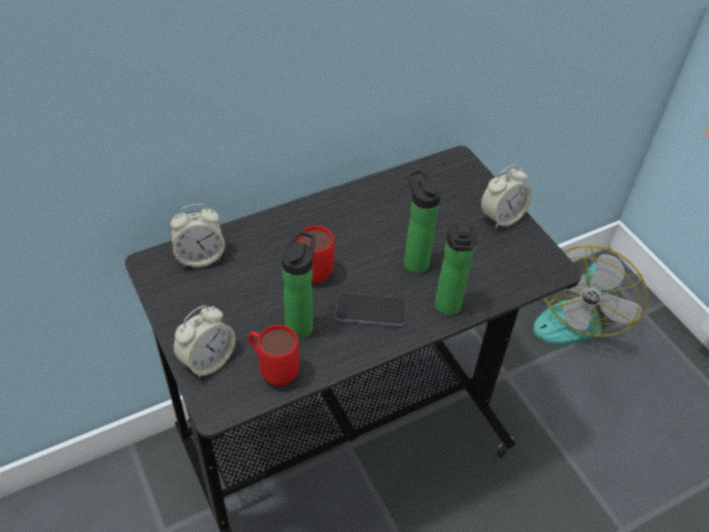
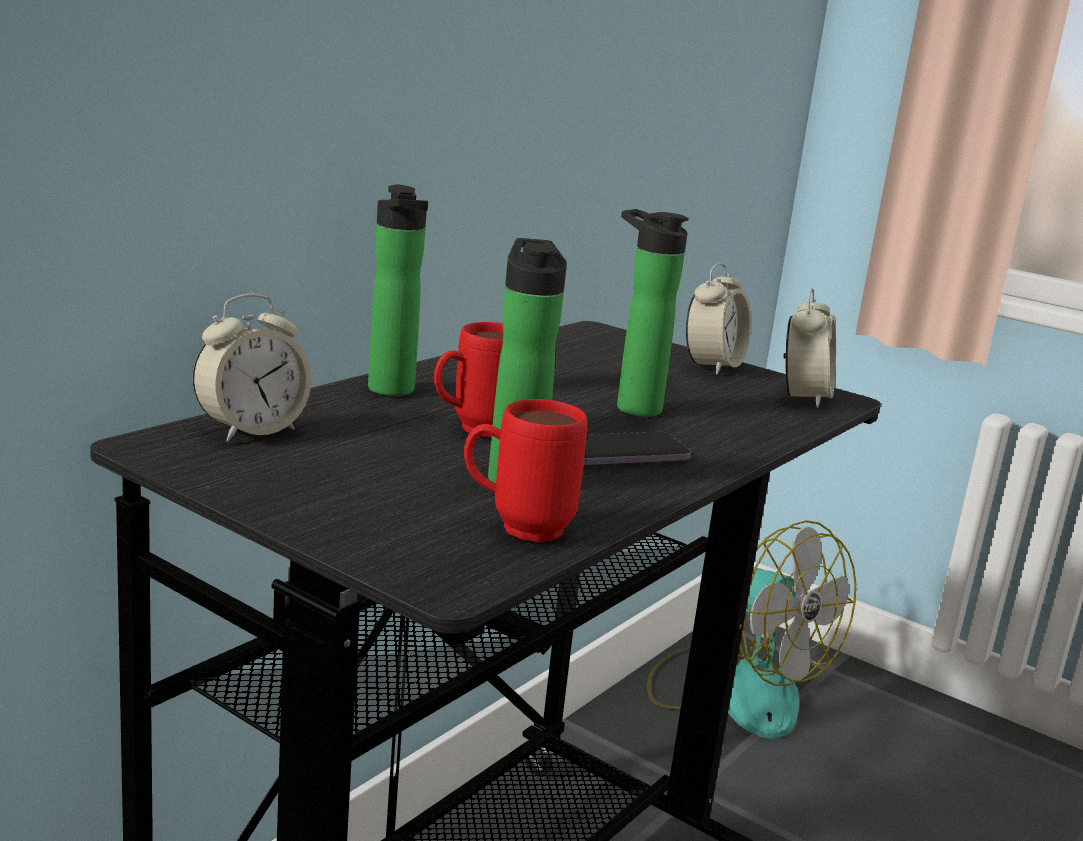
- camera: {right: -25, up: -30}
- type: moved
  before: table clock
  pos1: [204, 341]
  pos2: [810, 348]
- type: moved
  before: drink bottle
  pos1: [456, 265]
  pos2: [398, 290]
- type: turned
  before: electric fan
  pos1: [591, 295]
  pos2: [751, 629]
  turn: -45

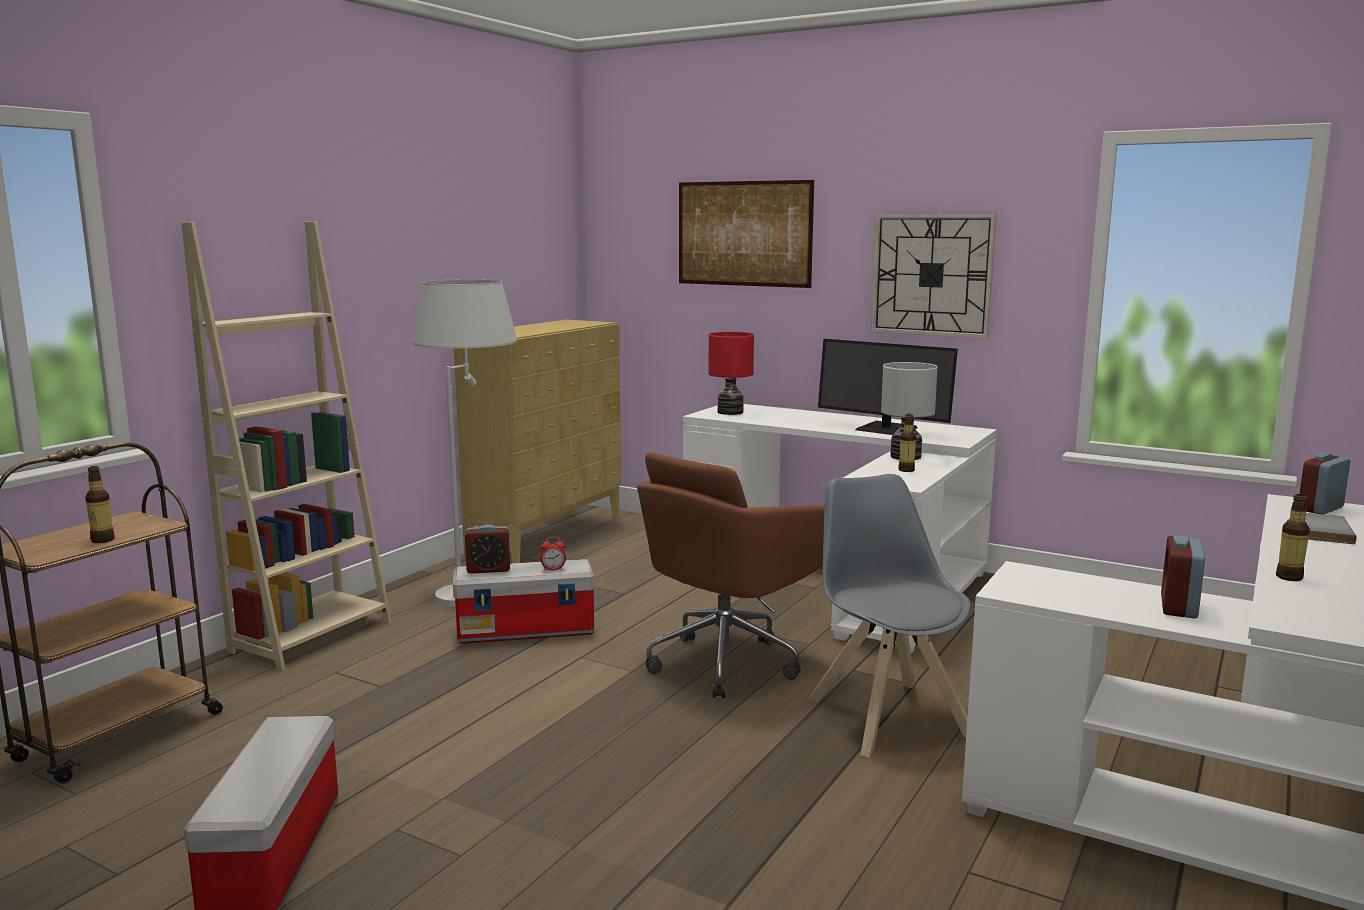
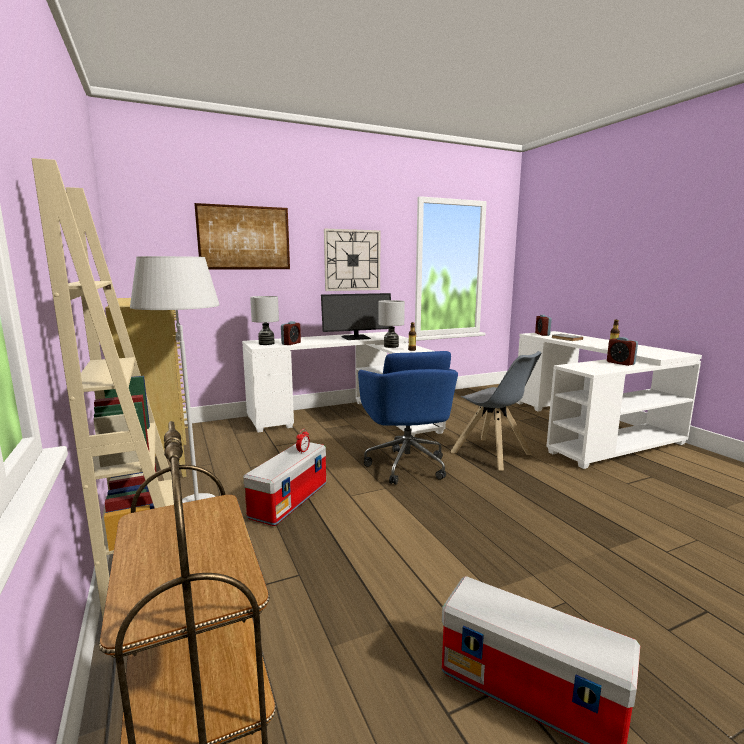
- camera: {right: -55, up: 0}
- type: removed
  before: drink bottle
  pos1: [100, 504]
- type: moved
  before: table clock
  pos1: [487, 549]
  pos2: [291, 333]
- type: recoloured
  before: brown desk chair
  after: blue-coloured desk chair
  pos1: [731, 575]
  pos2: [408, 418]
- type: recoloured
  before: reddish table lamp
  after: greyish table lamp
  pos1: [731, 373]
  pos2: [264, 320]
- type: turned
  before: greyish upright chair
  pos1: [889, 616]
  pos2: [496, 411]
  turn: -150

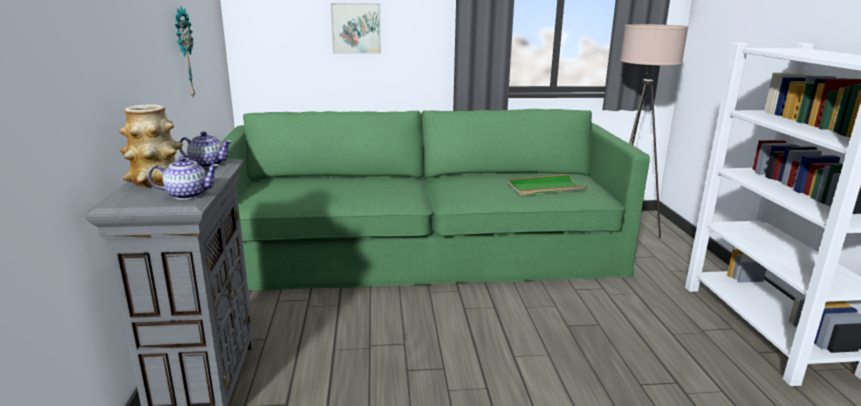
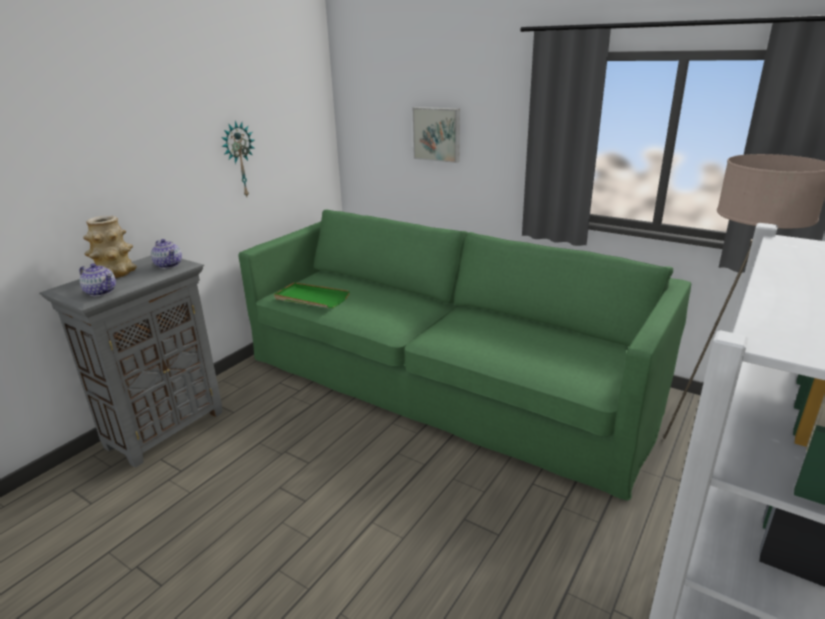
- camera: {right: 40, up: 5}
- type: moved
  before: green-coloured tray
  pos1: [547, 184]
  pos2: [312, 295]

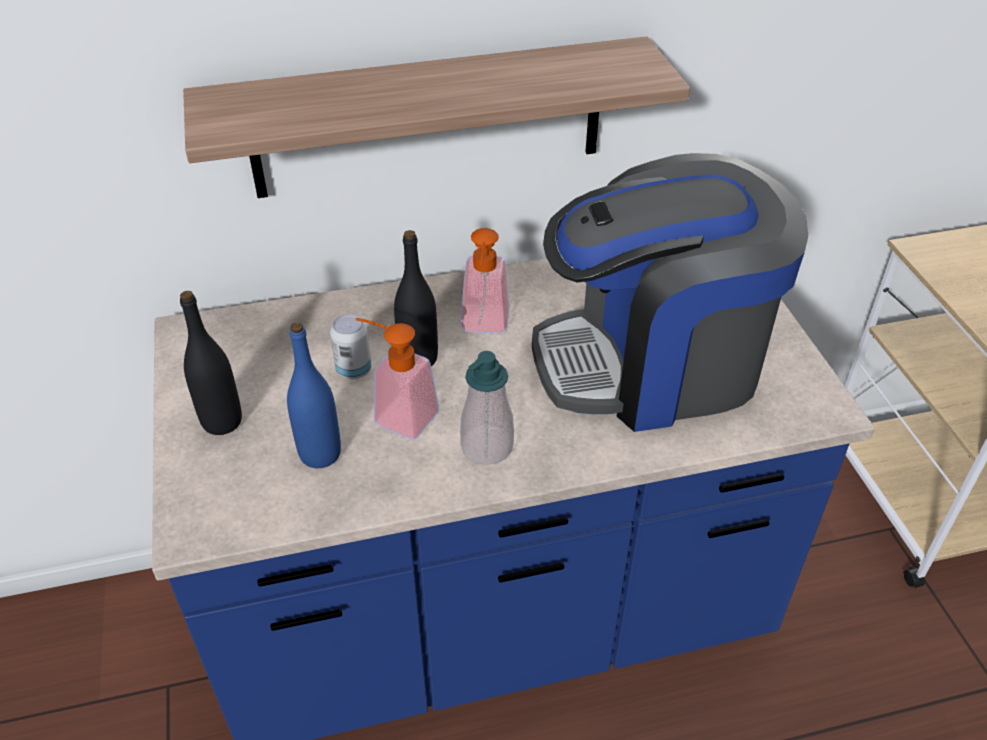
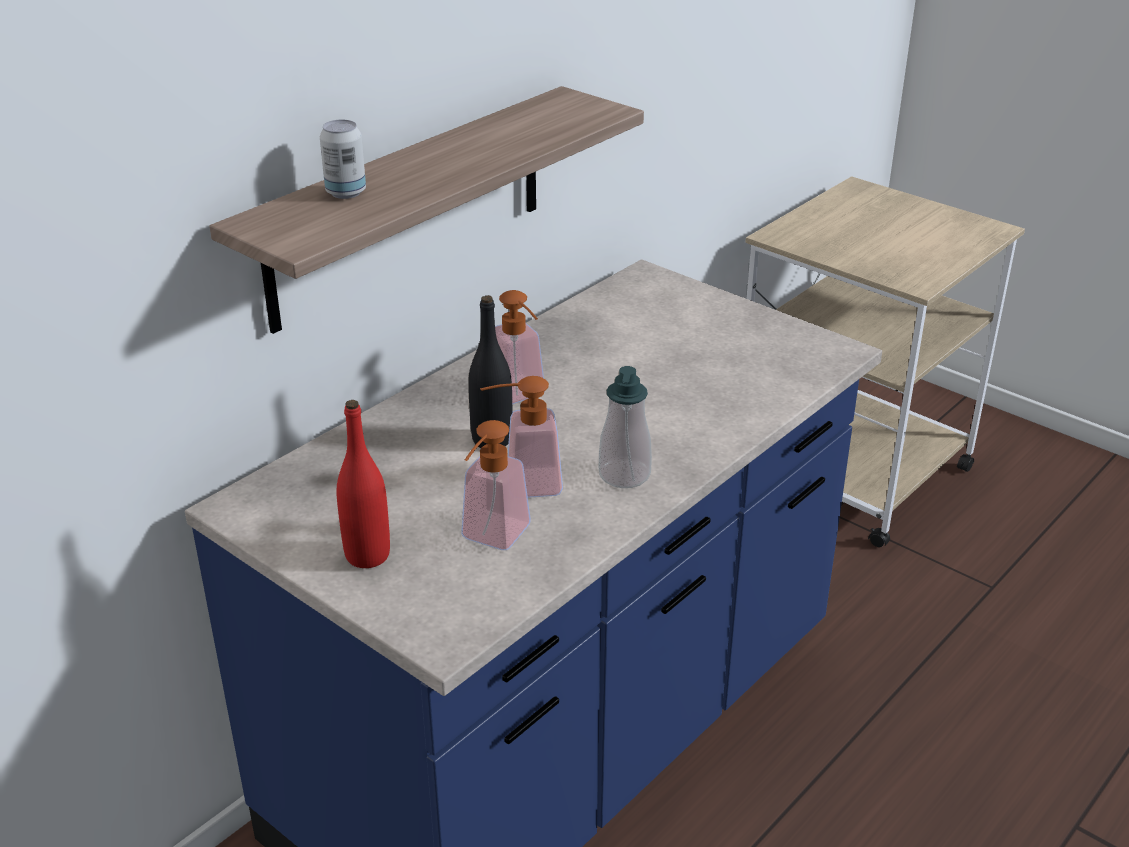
- camera: {right: -35, up: -10}
- type: removed
  before: coffee maker
  pos1: [670, 292]
- type: moved
  before: sealed can
  pos1: [351, 346]
  pos2: [343, 159]
- type: replaced
  before: blue-coloured drink bottle
  after: soap dispenser
  pos1: [314, 395]
  pos2: [496, 485]
- type: recoloured
  before: black drink bottle
  after: reddish drink bottle
  pos1: [211, 363]
  pos2: [363, 484]

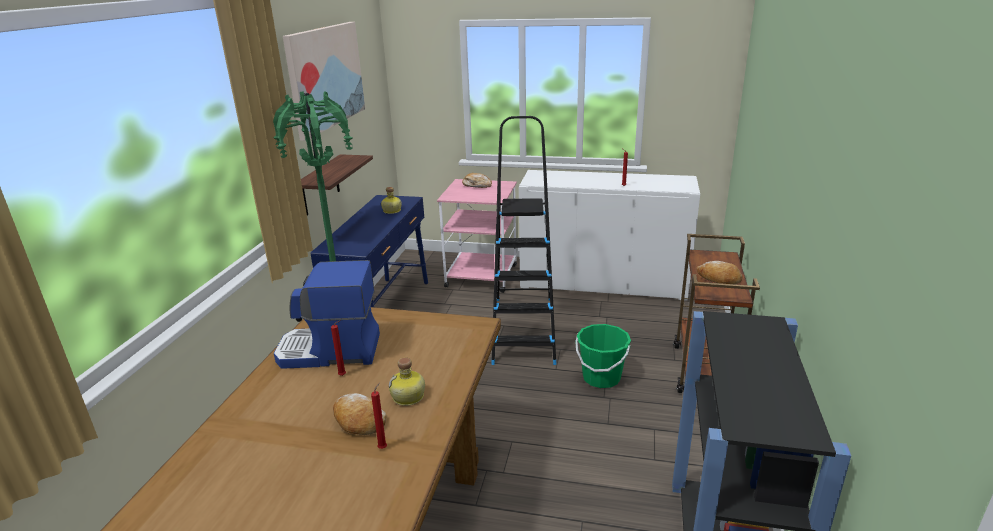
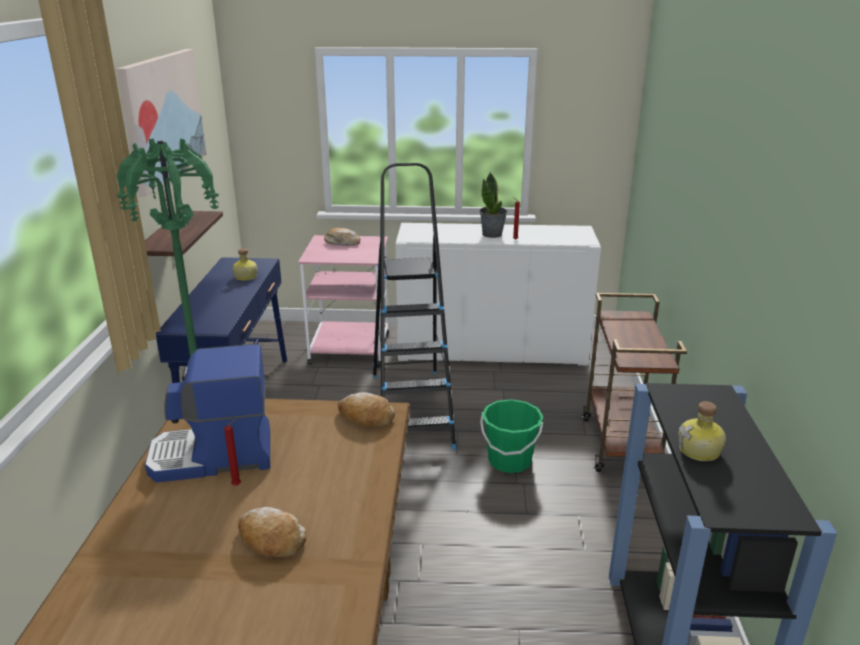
- camera: {right: -10, up: 0}
- type: removed
  before: reddish candle
  pos1: [379, 416]
- type: added
  after: plant in a pot
  pos2: [493, 205]
- type: moved
  before: drink bottle
  pos1: [407, 382]
  pos2: [702, 431]
- type: moved
  before: baked bread
  pos1: [720, 272]
  pos2: [366, 409]

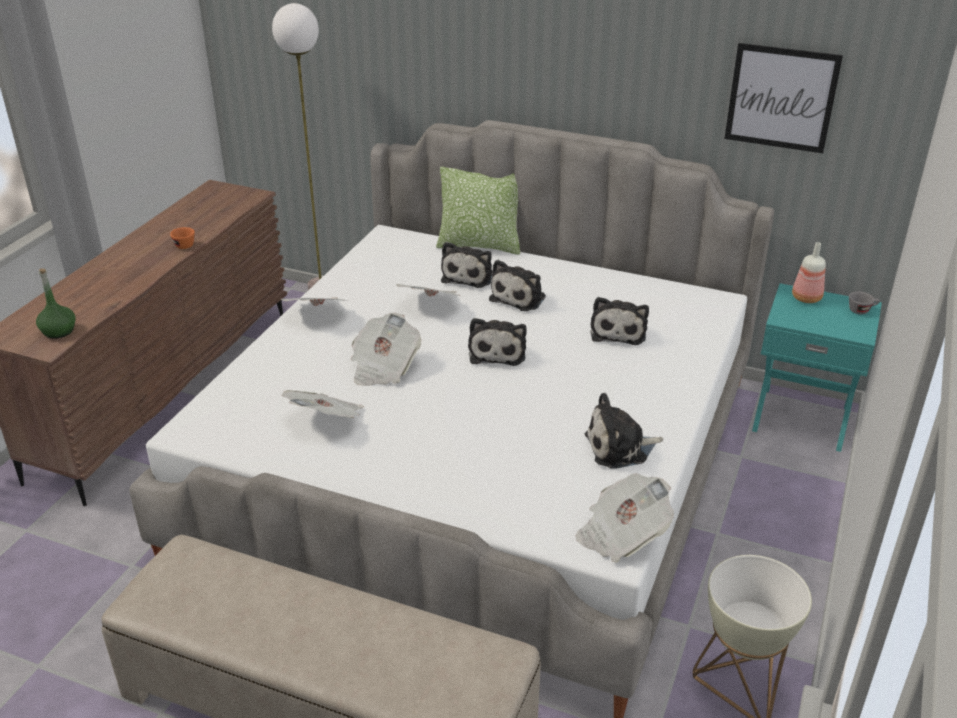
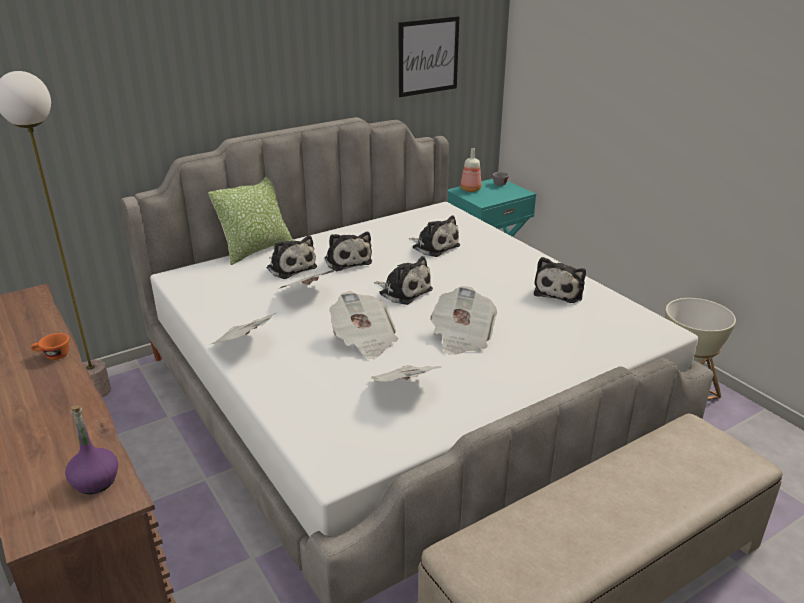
- camera: {right: -55, up: -5}
- type: moved
  before: daily paper
  pos1: [624, 518]
  pos2: [463, 320]
- type: recoloured
  before: green-coloured drink bottle
  after: purple drink bottle
  pos1: [55, 304]
  pos2: [91, 449]

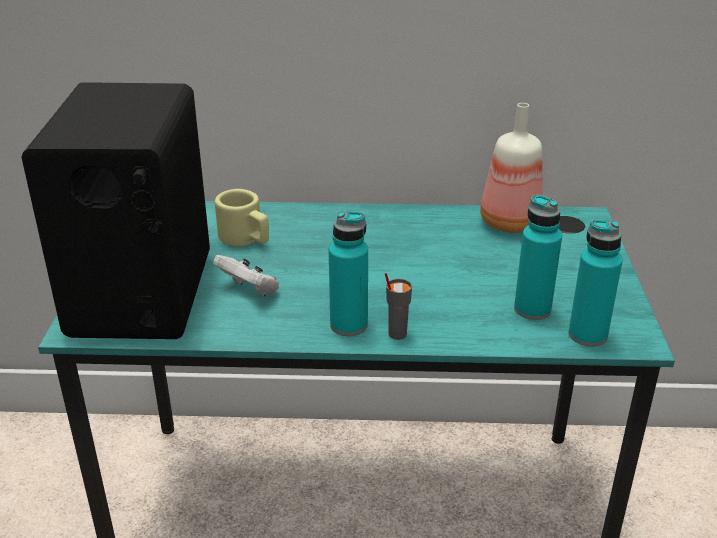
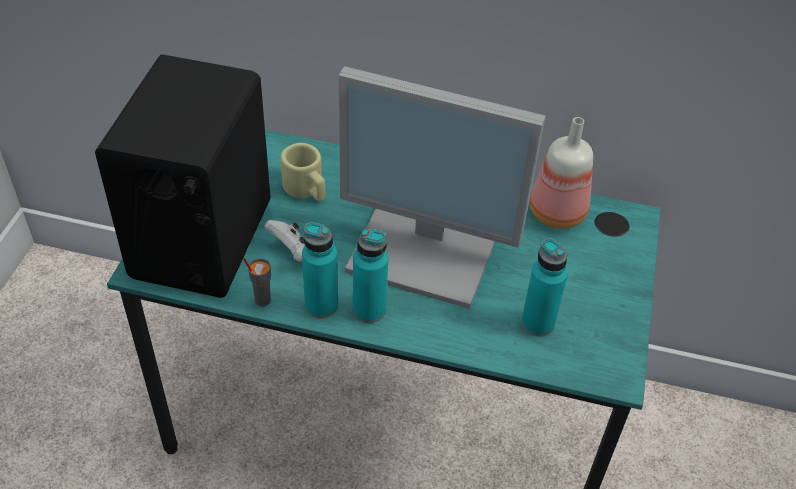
- camera: {right: 10, up: 15}
- type: added
  after: monitor
  pos2: [442, 187]
- type: moved
  before: greyish small cup
  pos1: [398, 306]
  pos2: [257, 282]
- type: moved
  before: blue-green drink bottle
  pos1: [595, 283]
  pos2: [320, 270]

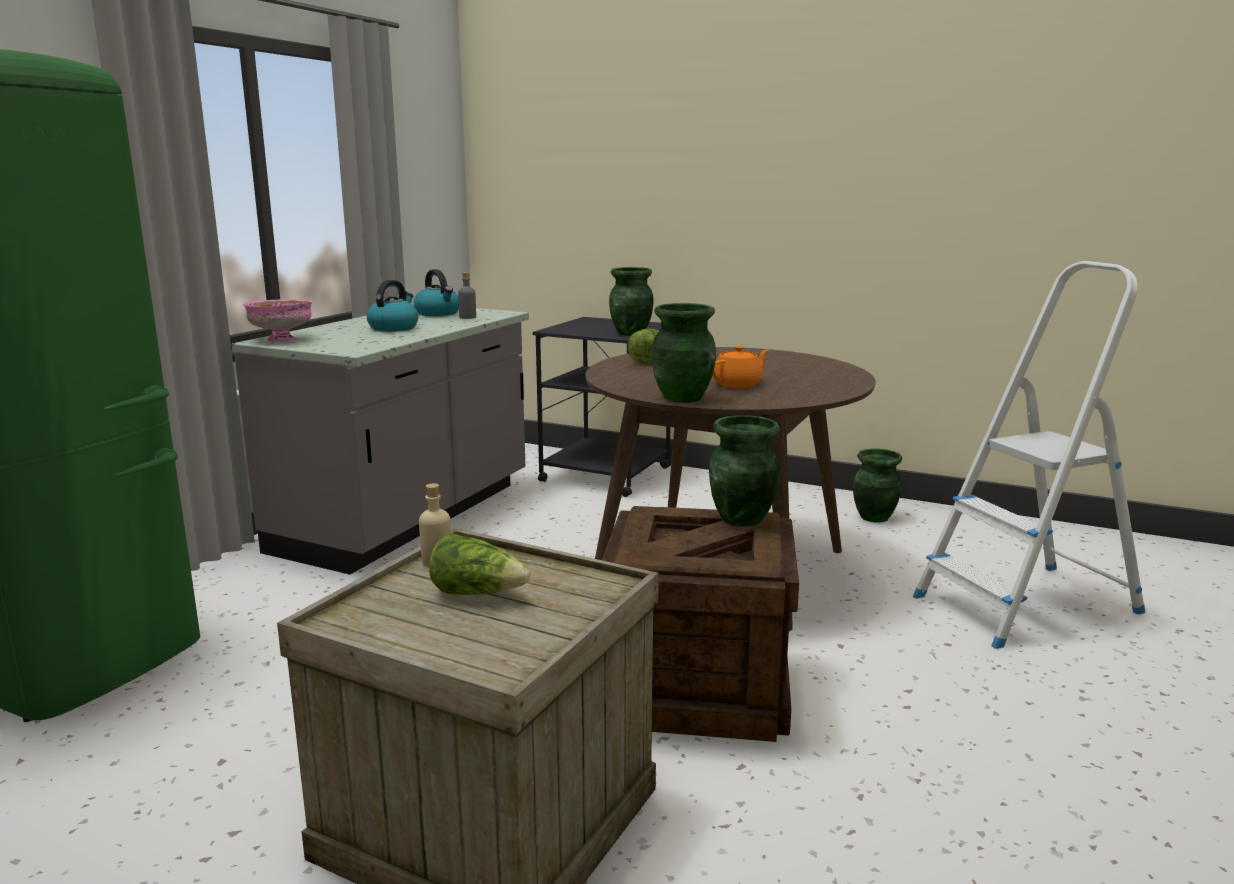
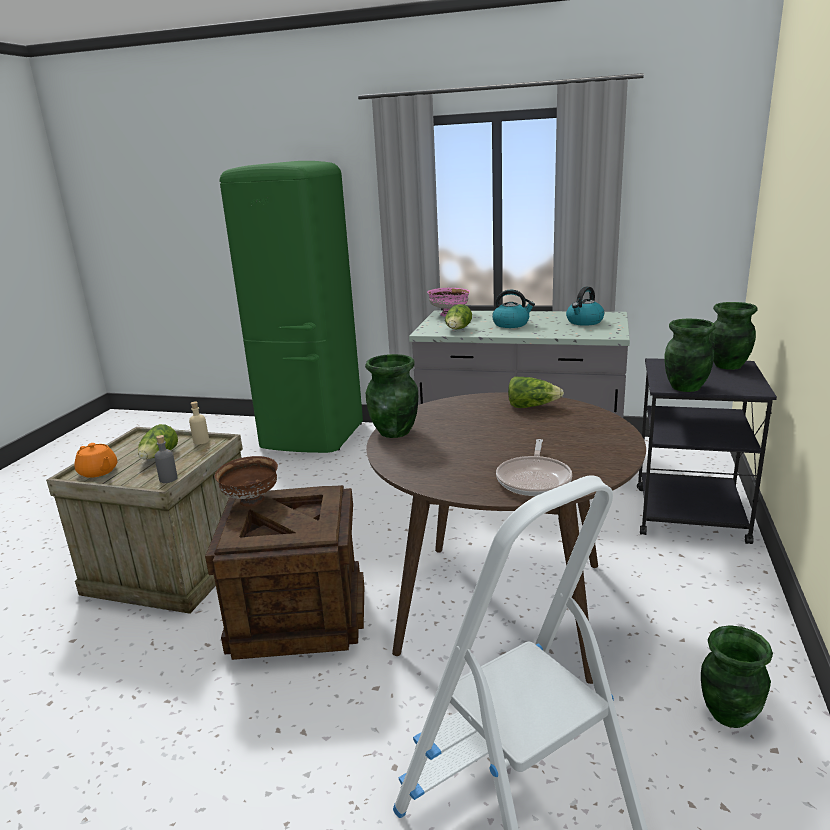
- camera: {right: 80, up: 5}
- type: added
  after: brown deep dish
  pos2: [246, 481]
- type: added
  after: lettuce
  pos2: [458, 316]
- type: added
  after: skillet
  pos2: [534, 467]
- type: moved
  before: greyish drink bottle
  pos1: [467, 295]
  pos2: [166, 459]
- type: moved
  before: green-coloured vase
  pos1: [744, 470]
  pos2: [733, 336]
- type: moved
  before: orange-coloured teapot
  pos1: [740, 367]
  pos2: [96, 460]

